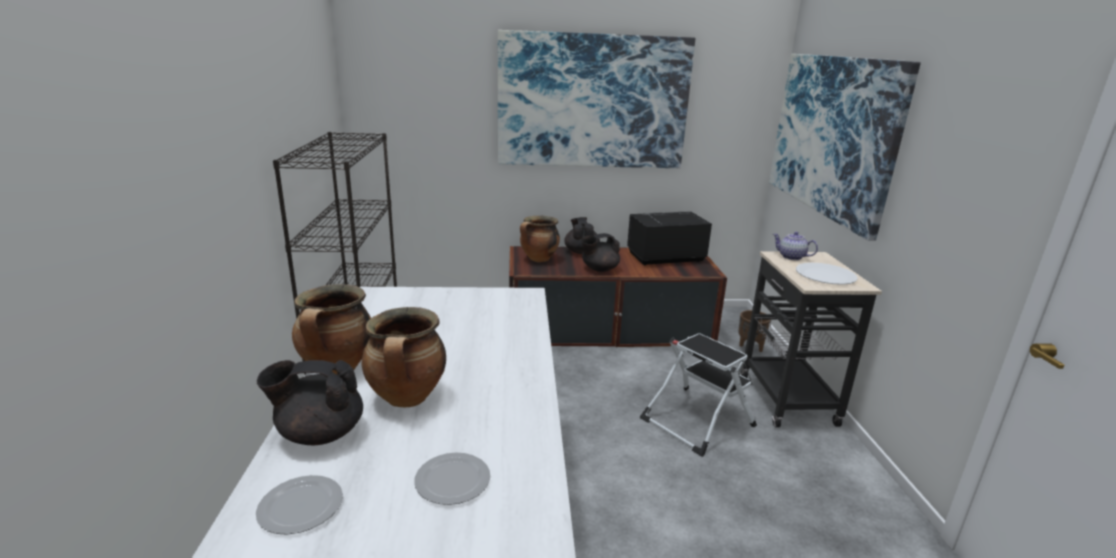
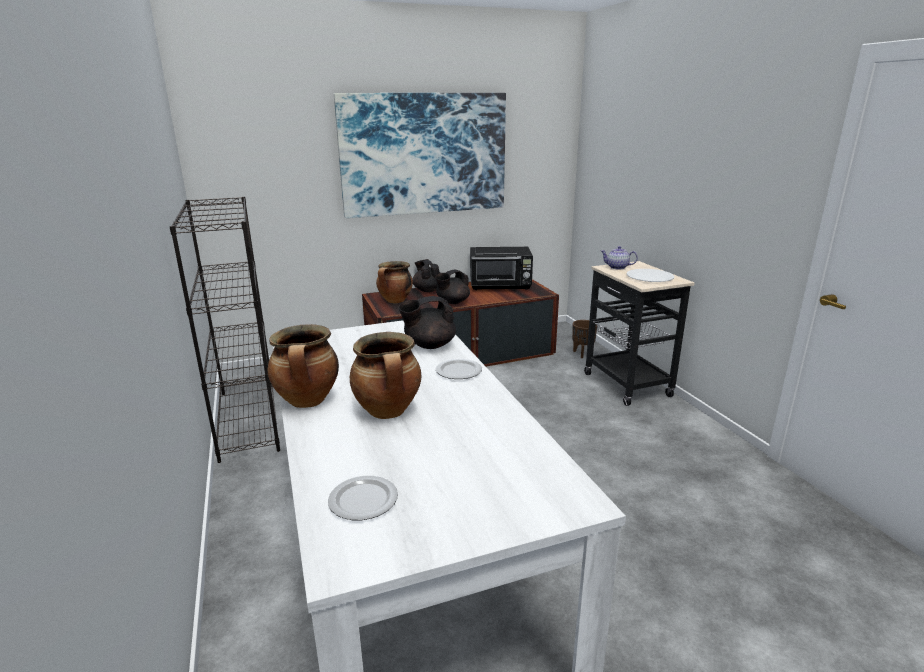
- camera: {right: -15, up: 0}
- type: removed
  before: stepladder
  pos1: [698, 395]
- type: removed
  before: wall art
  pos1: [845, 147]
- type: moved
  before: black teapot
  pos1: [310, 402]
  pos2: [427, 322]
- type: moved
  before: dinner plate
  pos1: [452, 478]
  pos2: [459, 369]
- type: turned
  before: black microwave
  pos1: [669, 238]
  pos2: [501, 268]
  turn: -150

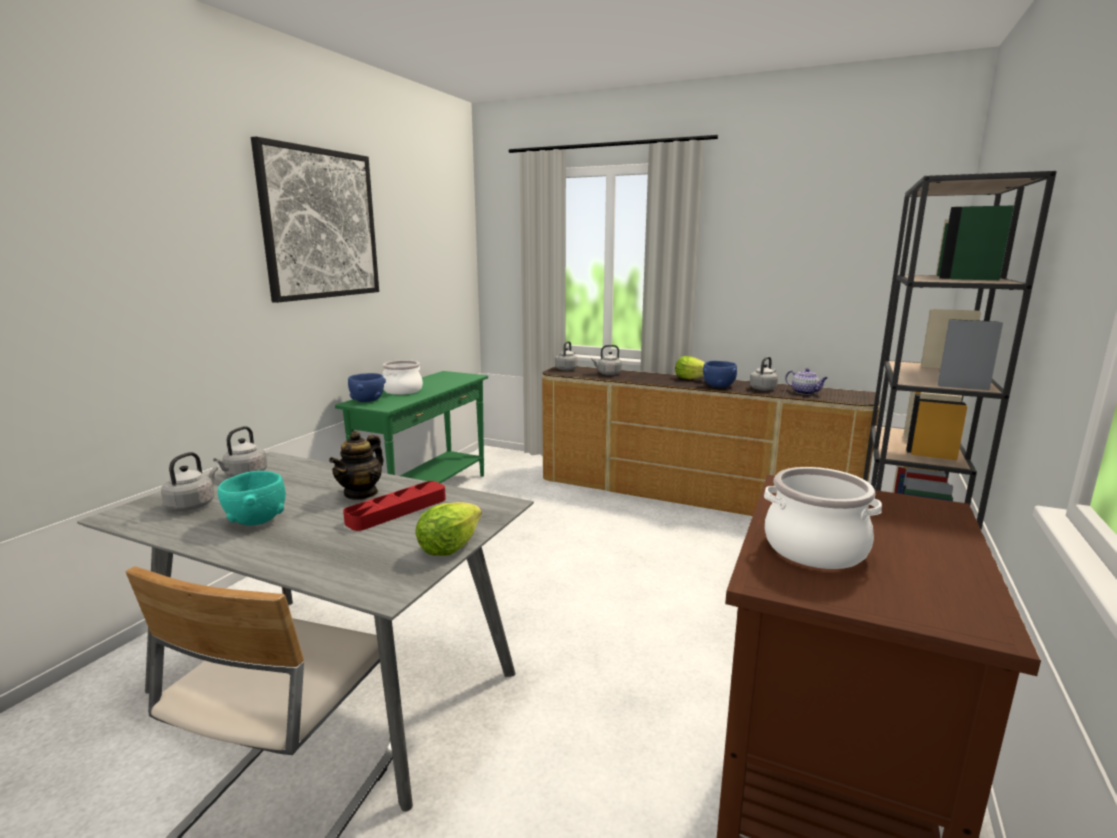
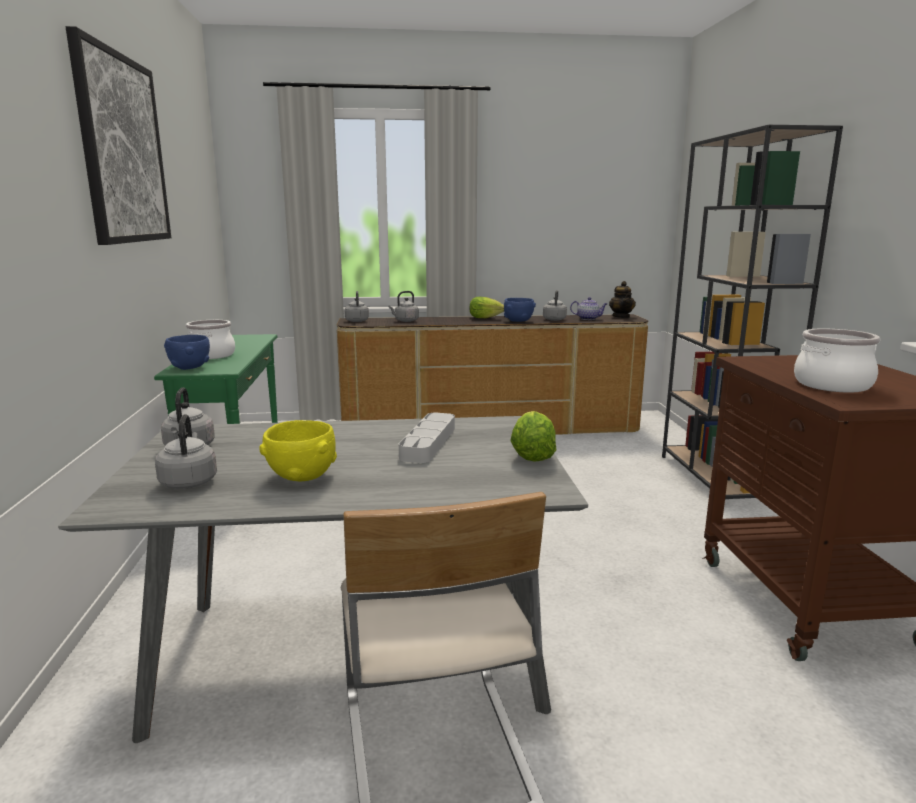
- camera: {right: -30, up: 0}
- type: moved
  before: teapot
  pos1: [356, 465]
  pos2: [622, 299]
- type: recoloured
  before: blue-green deep dish
  after: yellowish deep dish
  pos1: [252, 498]
  pos2: [298, 451]
- type: recoloured
  before: reddish tray
  after: greyish tray
  pos1: [394, 506]
  pos2: [427, 437]

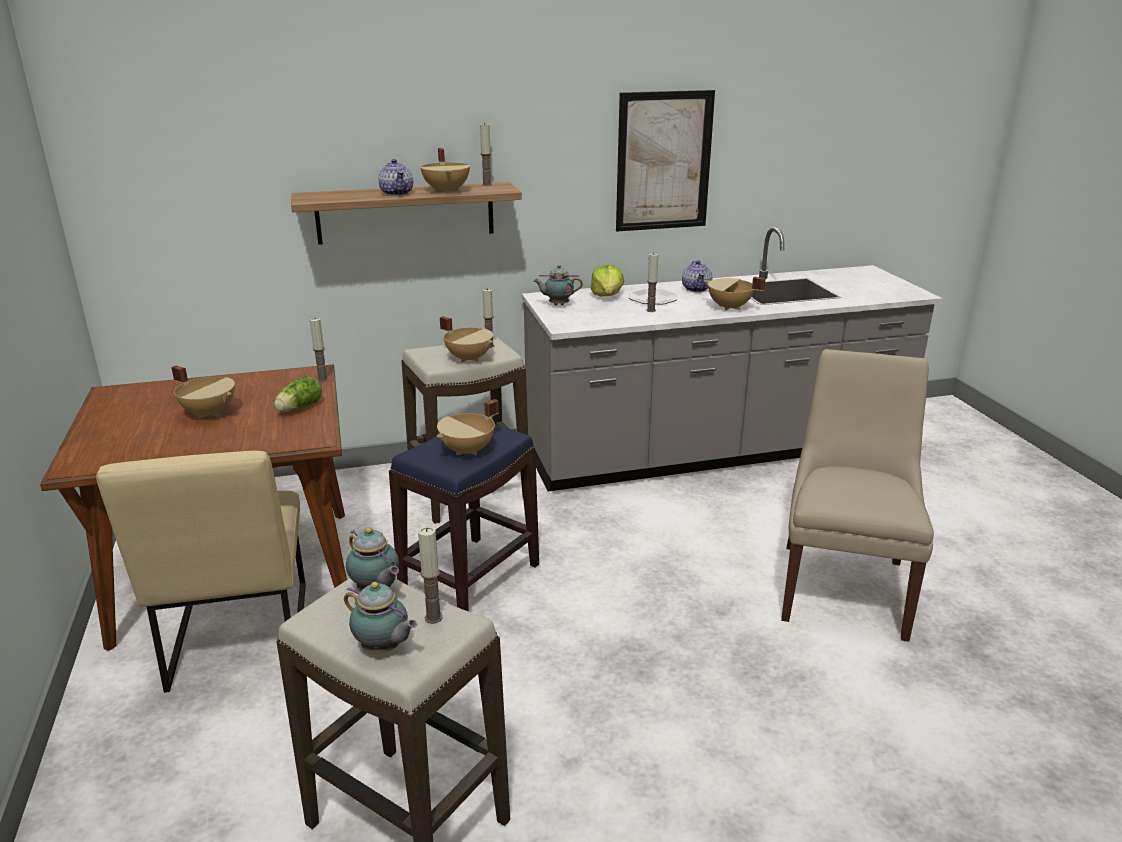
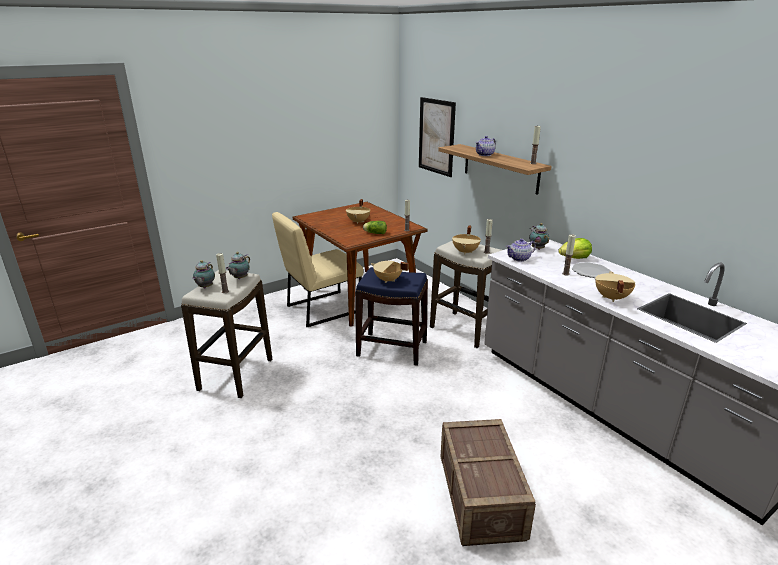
- camera: {right: 70, up: 0}
- type: removed
  before: beige cooking pot
  pos1: [445, 171]
- type: moved
  before: wall art
  pos1: [665, 160]
  pos2: [437, 137]
- type: moved
  before: teapot
  pos1: [697, 276]
  pos2: [521, 250]
- type: replaced
  before: beige upright chair
  after: packing crate
  pos1: [857, 495]
  pos2: [488, 482]

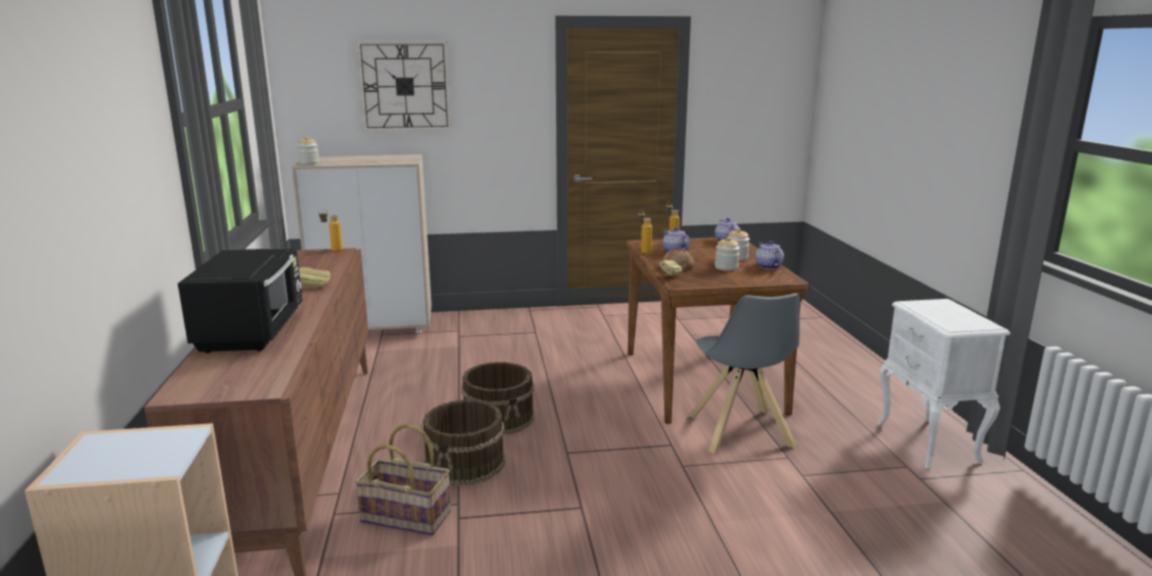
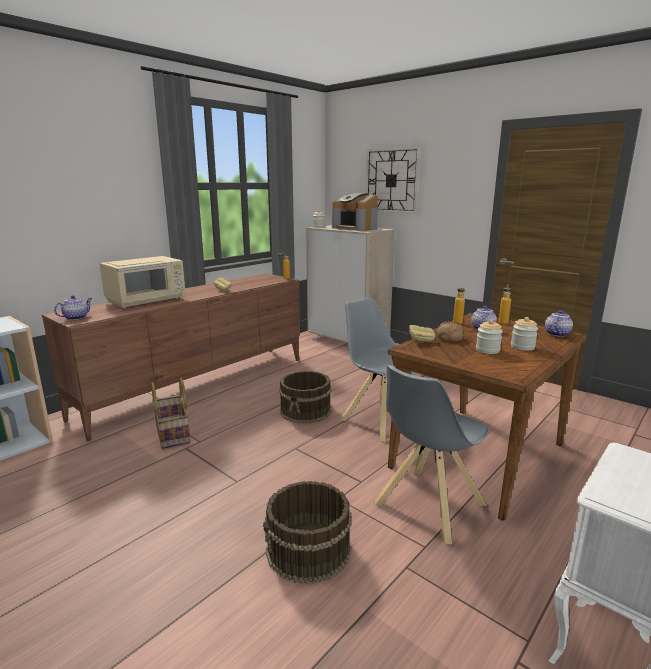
- camera: {right: 50, up: 0}
- type: added
  after: coffee maker
  pos2: [355, 212]
- type: added
  after: greyish upright chair
  pos2: [379, 370]
- type: moved
  before: brown water bucket
  pos1: [463, 442]
  pos2: [307, 532]
- type: moved
  before: teapot
  pos1: [769, 255]
  pos2: [73, 308]
- type: recoloured
  before: black microwave
  after: beige microwave
  pos1: [240, 300]
  pos2: [142, 282]

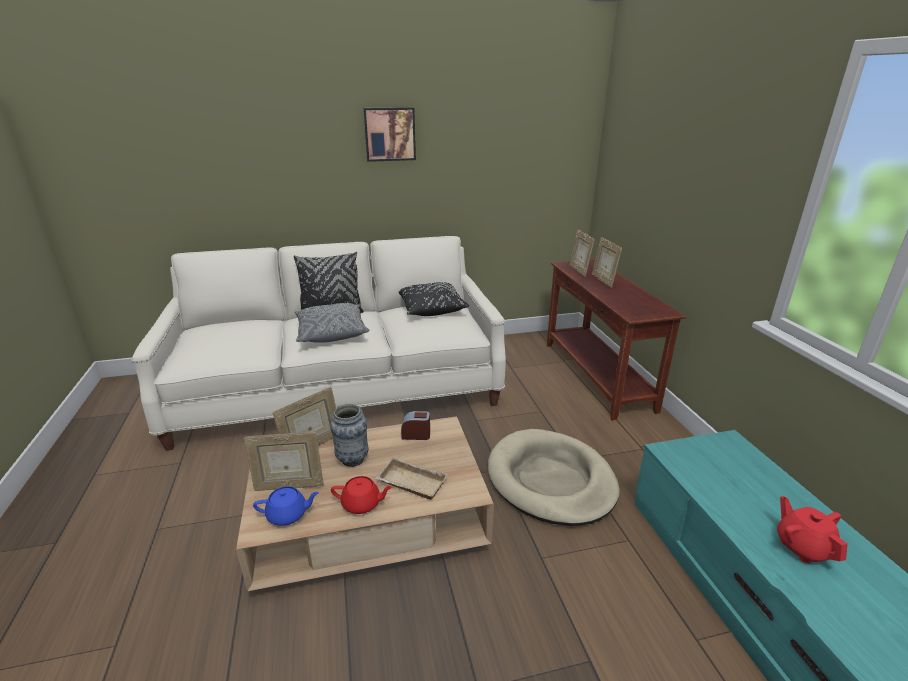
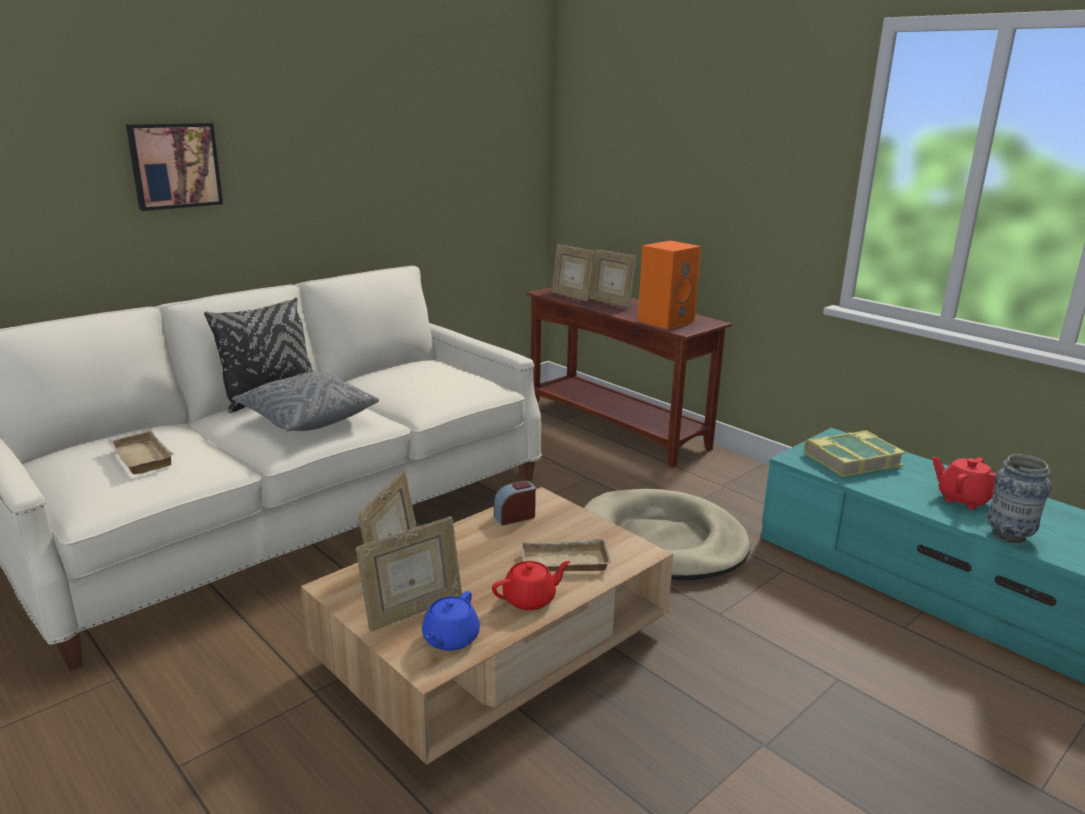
- camera: {right: -30, up: -5}
- type: removed
  before: black throw pillow
  pos1: [434, 299]
- type: added
  after: beige tray
  pos2: [141, 452]
- type: added
  after: orange-coloured audio speaker
  pos2: [669, 285]
- type: added
  after: bound book
  pos2: [855, 453]
- type: moved
  before: vase
  pos1: [349, 435]
  pos2: [1019, 498]
- type: moved
  before: wall art
  pos1: [389, 134]
  pos2: [174, 167]
- type: turned
  before: blue-coloured teapot
  pos1: [286, 506]
  pos2: [451, 621]
  turn: 150

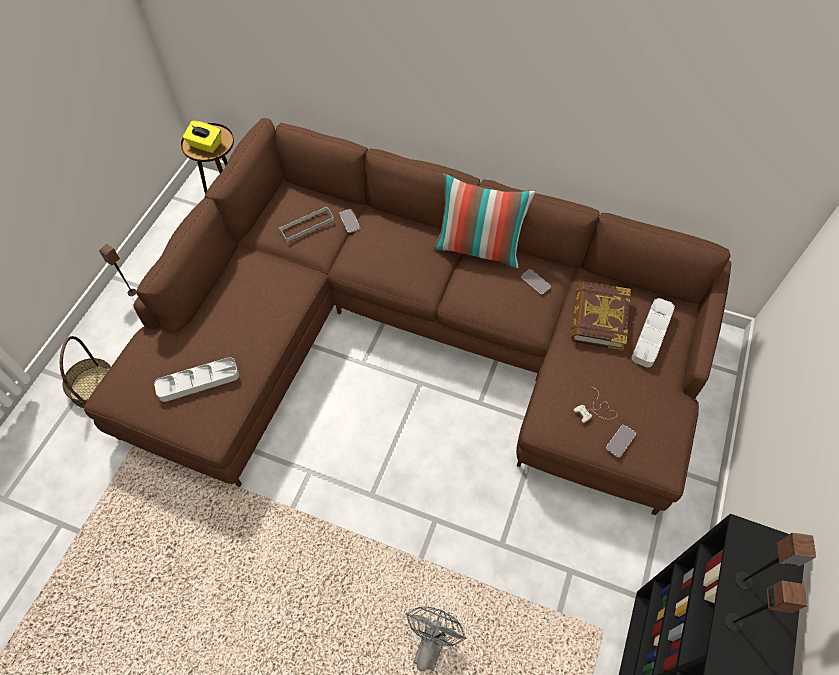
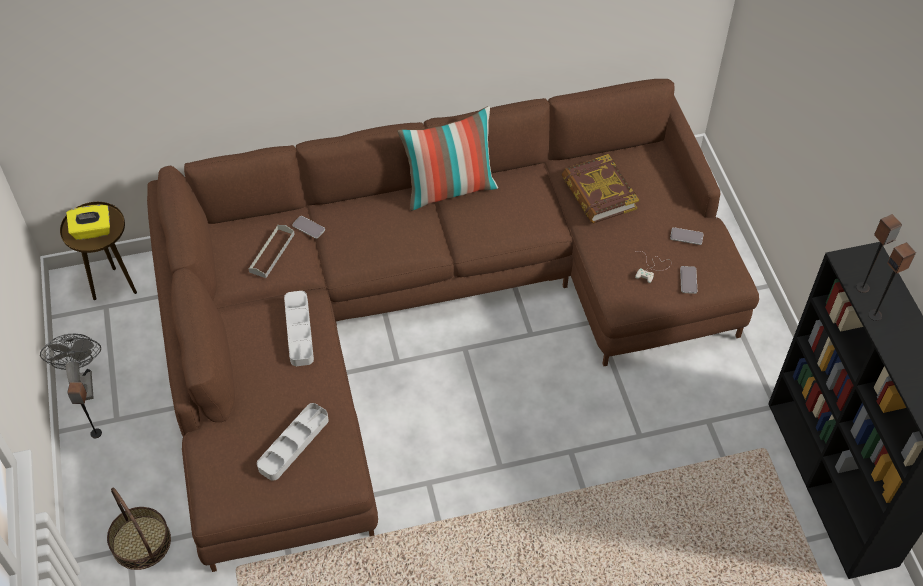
- camera: {right: -35, up: -5}
- type: moved
  before: greyish electric fan
  pos1: [436, 638]
  pos2: [70, 367]
- type: moved
  before: phone
  pos1: [536, 282]
  pos2: [686, 236]
- type: moved
  before: greyish tray
  pos1: [653, 332]
  pos2: [299, 328]

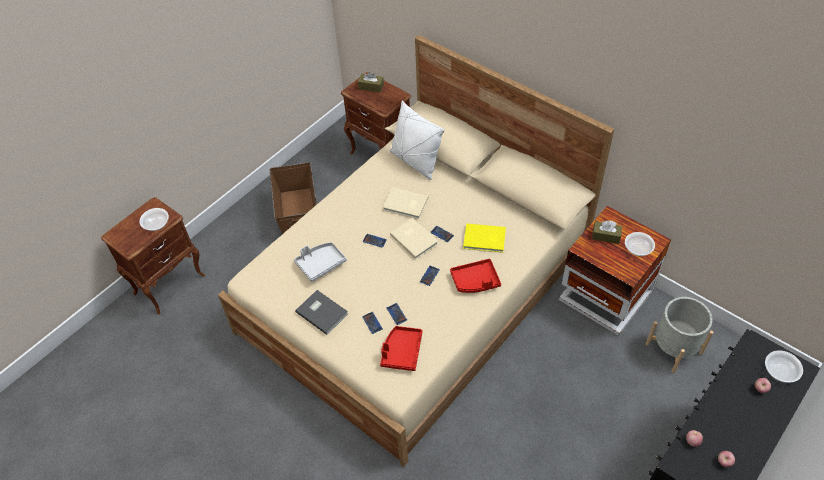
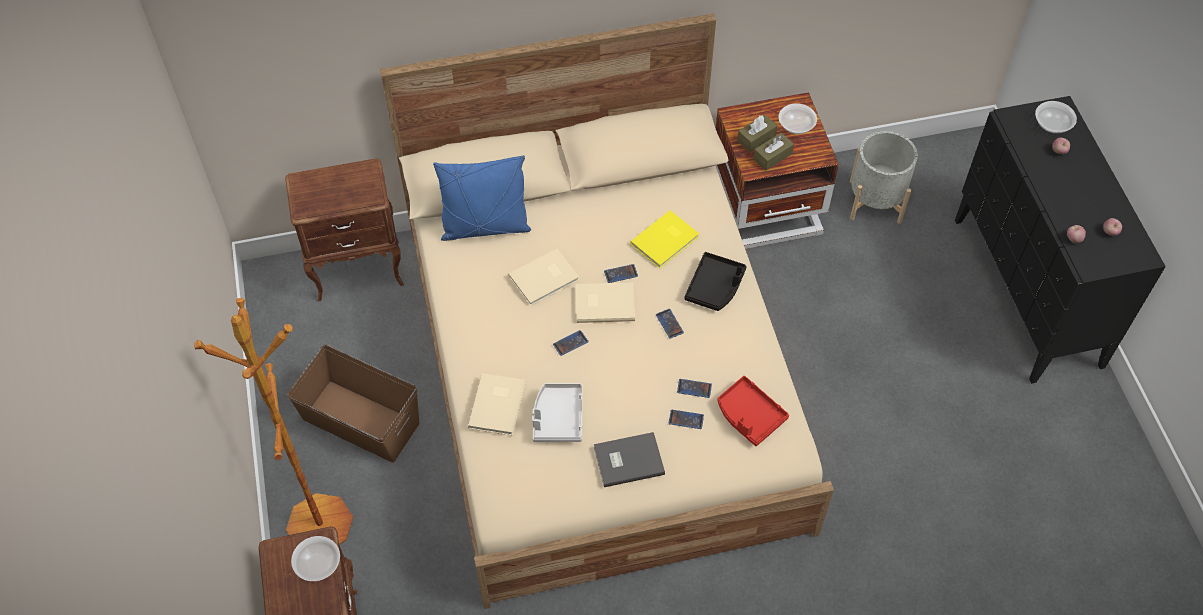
- camera: {right: -55, up: 5}
- type: added
  after: orange-coloured clothes rack
  pos2: [273, 421]
- type: added
  after: beige bound book
  pos2: [496, 404]
- type: moved
  before: brown tissue holder
  pos1: [371, 82]
  pos2: [773, 152]
- type: recoloured
  before: whitish throw pillow
  after: blue-coloured throw pillow
  pos1: [417, 140]
  pos2: [482, 198]
- type: recoloured
  before: reddish tray
  after: black tray
  pos1: [475, 276]
  pos2: [716, 281]

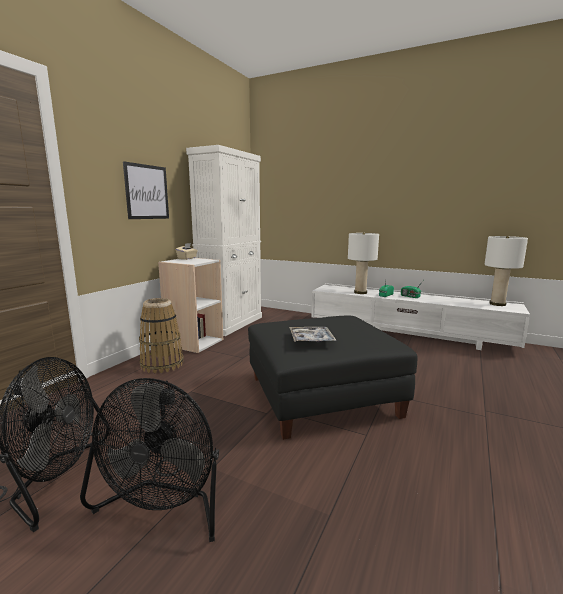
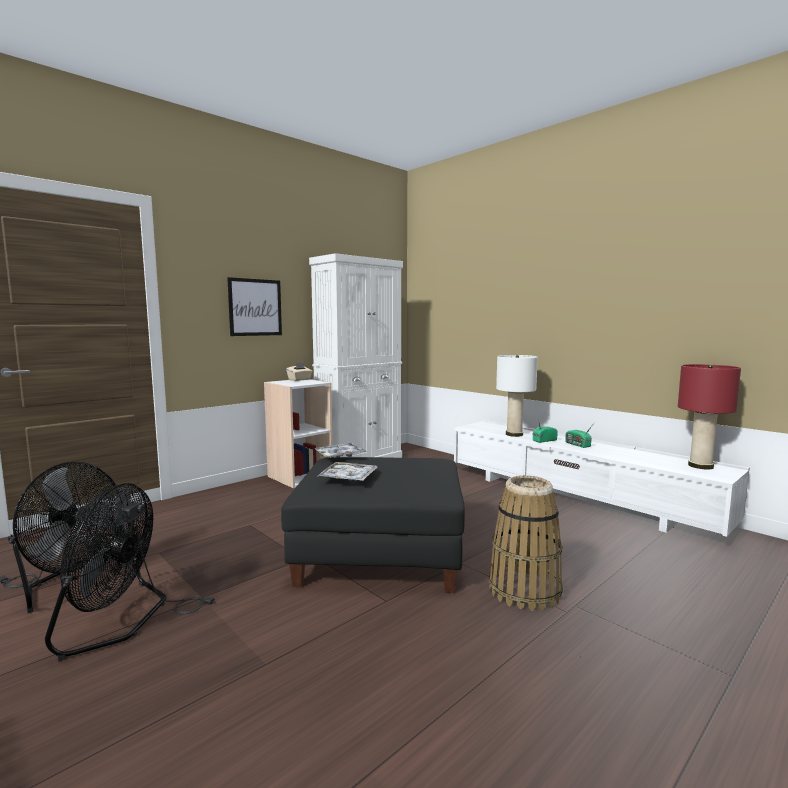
- camera: {right: 20, up: -5}
- type: added
  after: tray
  pos2: [340, 450]
- type: moved
  before: household basket
  pos1: [161, 336]
  pos2: [526, 543]
- type: recoloured
  before: whitish table lamp
  after: reddish table lamp
  pos1: [506, 271]
  pos2: [709, 417]
- type: turned
  before: black electric fan
  pos1: [149, 460]
  pos2: [130, 572]
  turn: 60

